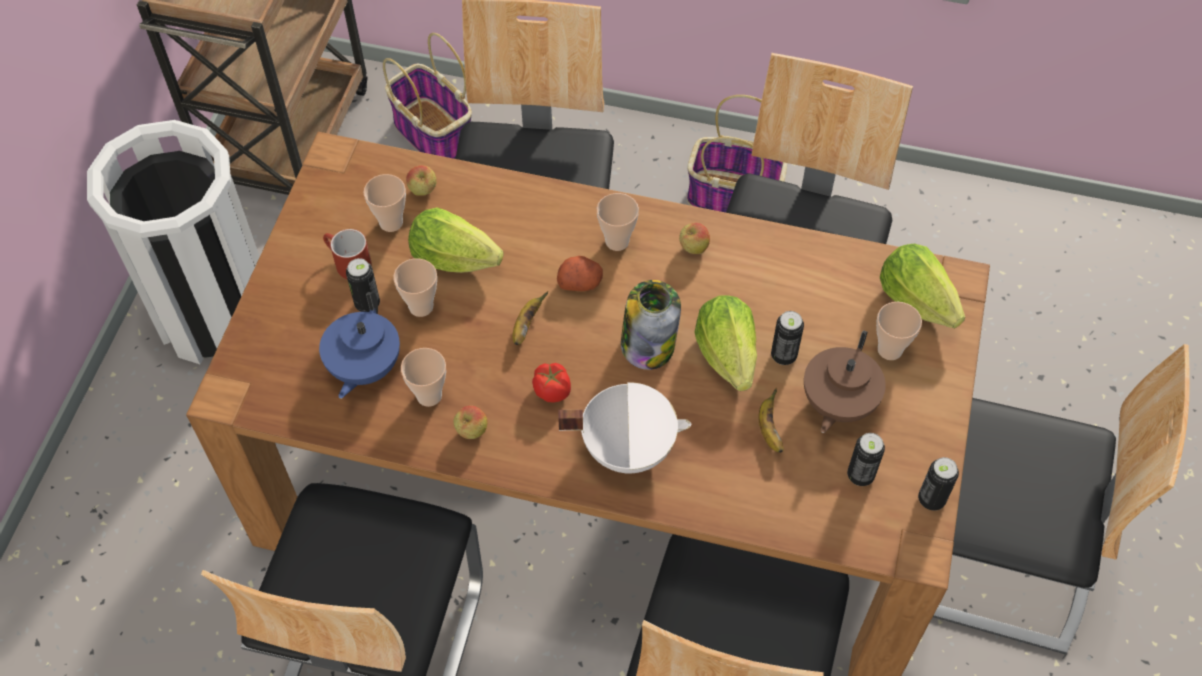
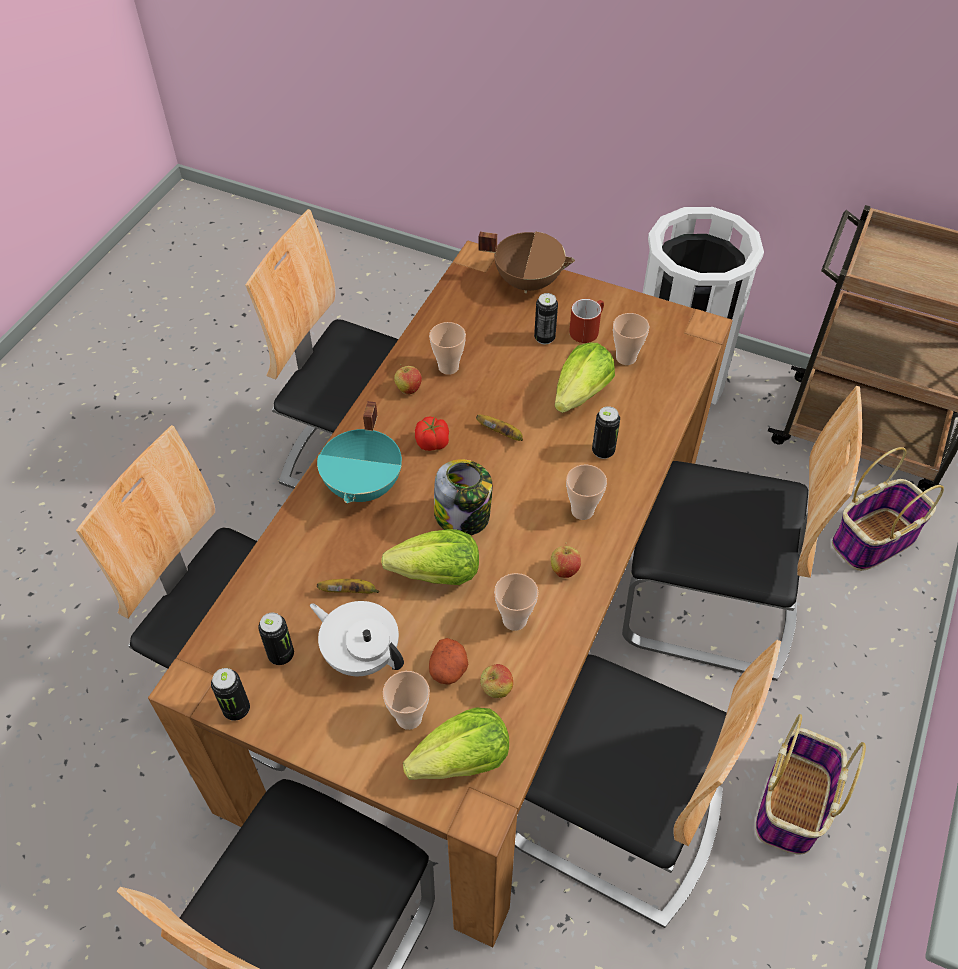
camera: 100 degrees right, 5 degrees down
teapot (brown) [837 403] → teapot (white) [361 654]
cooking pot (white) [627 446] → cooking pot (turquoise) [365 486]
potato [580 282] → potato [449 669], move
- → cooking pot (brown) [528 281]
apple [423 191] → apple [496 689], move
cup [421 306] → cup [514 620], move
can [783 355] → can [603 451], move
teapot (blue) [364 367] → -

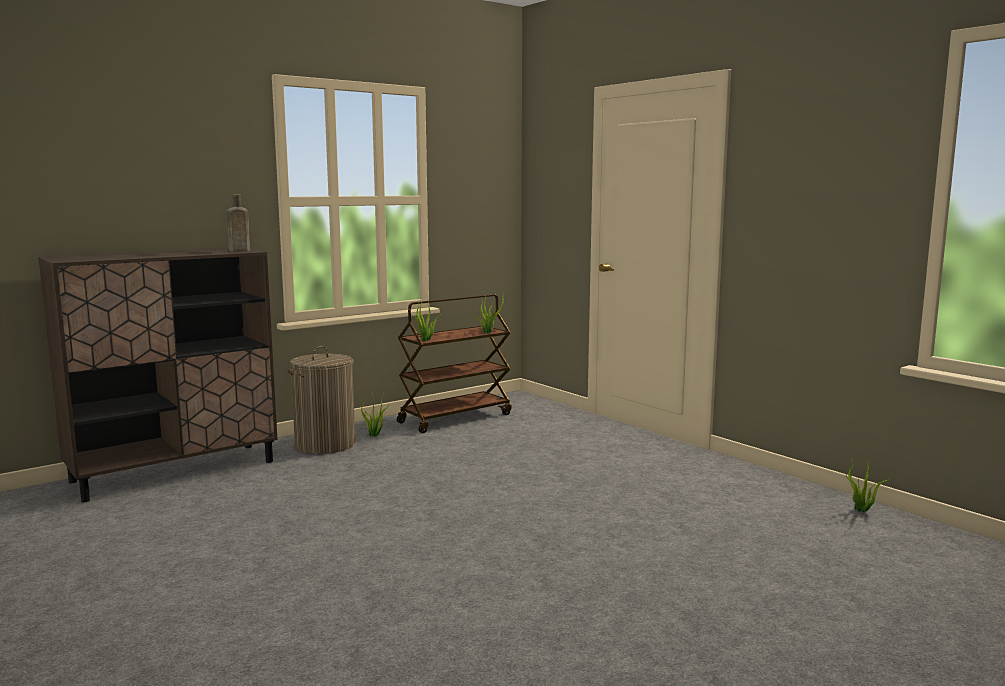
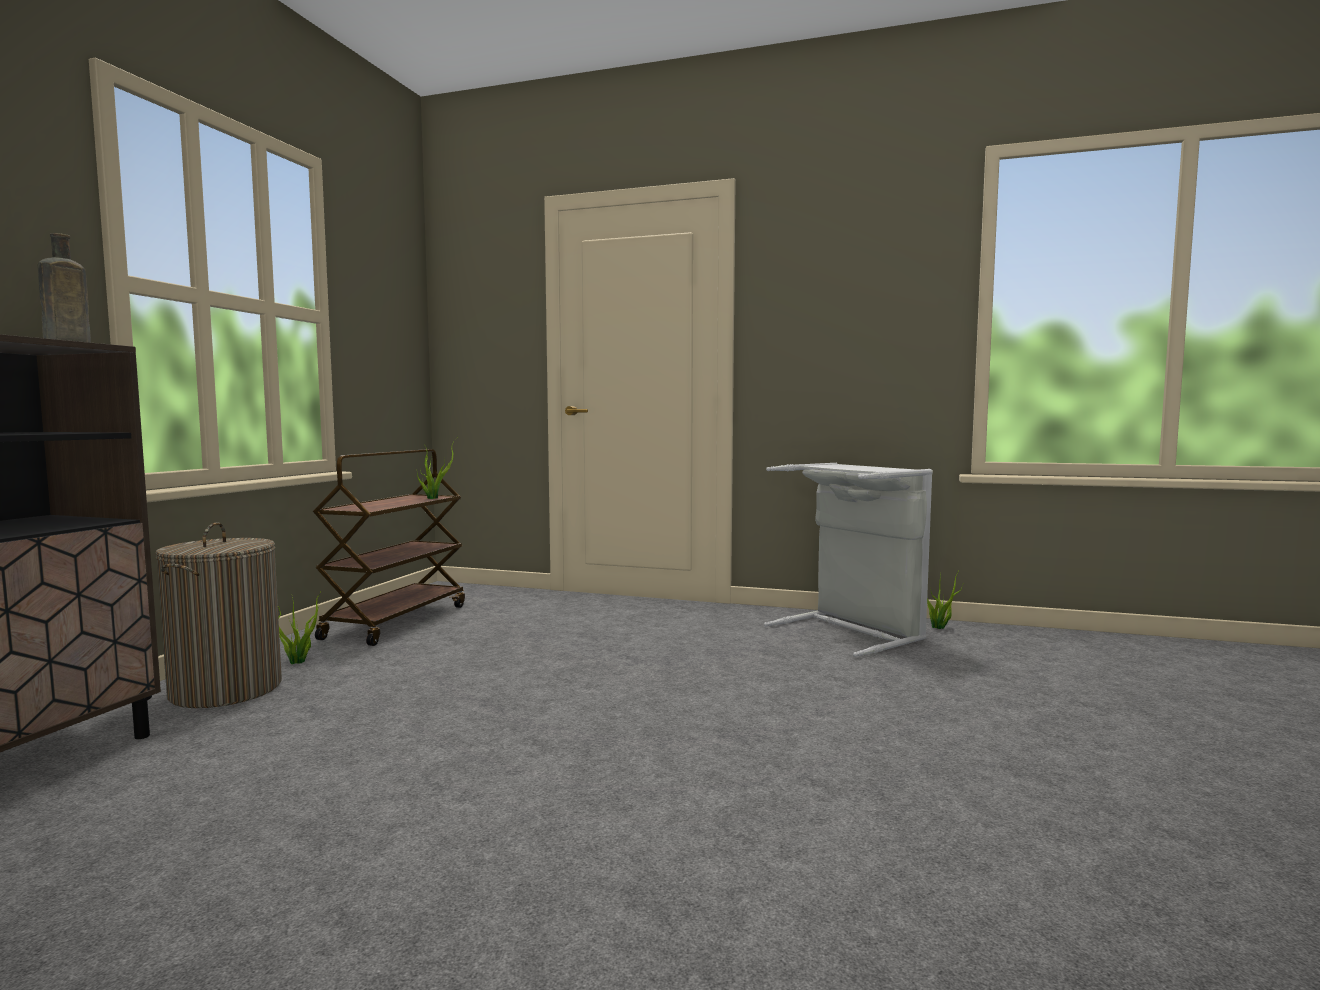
camera: 35 degrees left, 5 degrees down
- → laundry basket (grey) [853 631]
potted plant [426 340] → -

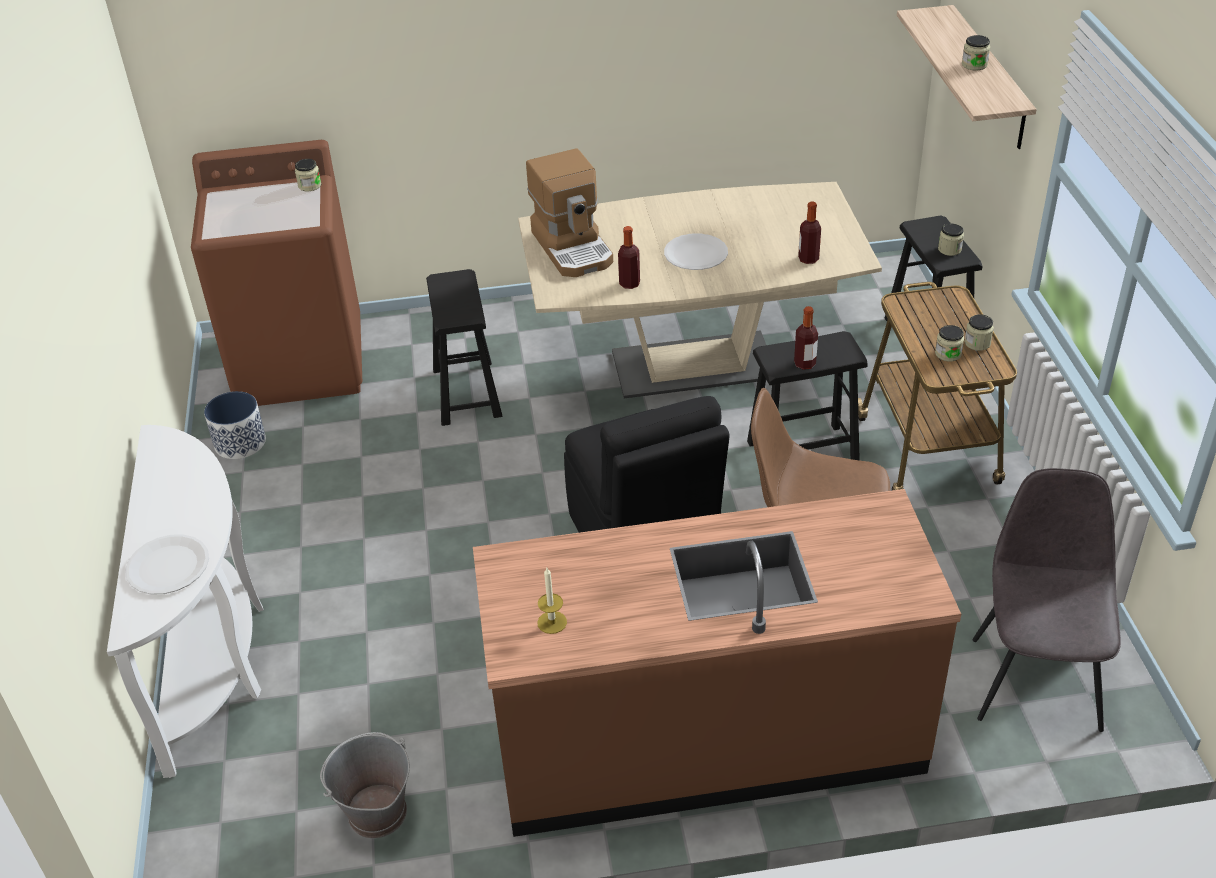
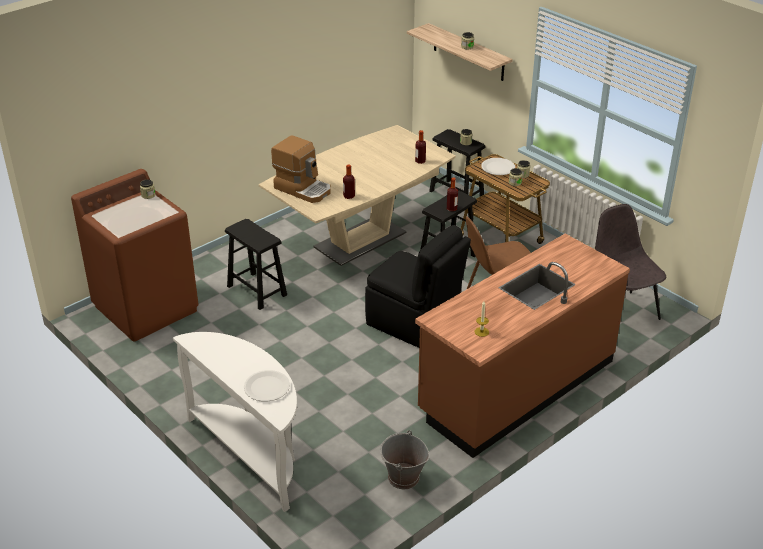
camera: 35 degrees left, 5 degrees down
plate (white) [696 254] → plate (white) [498 167], move
planter [240 443] → -

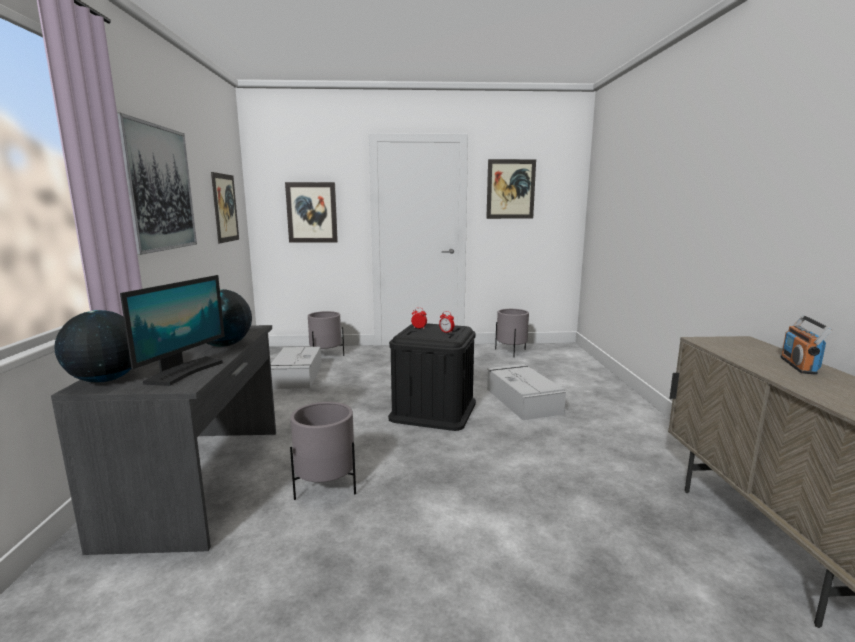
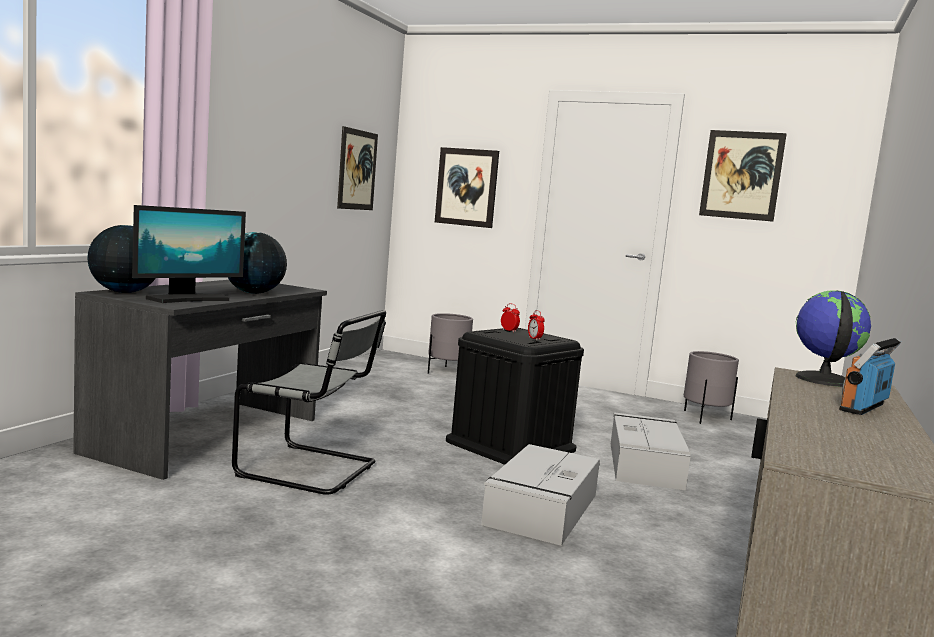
camera: 25 degrees right, 5 degrees down
planter (grey) [326 487] → chair (grey) [312 470]
storage box (grey) [296 376] → storage box (grey) [541 510], move
- → globe [822 380]
picture [158 188] → -

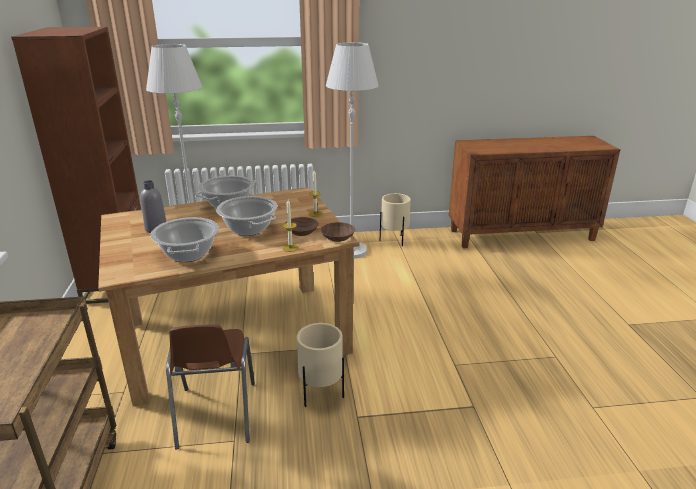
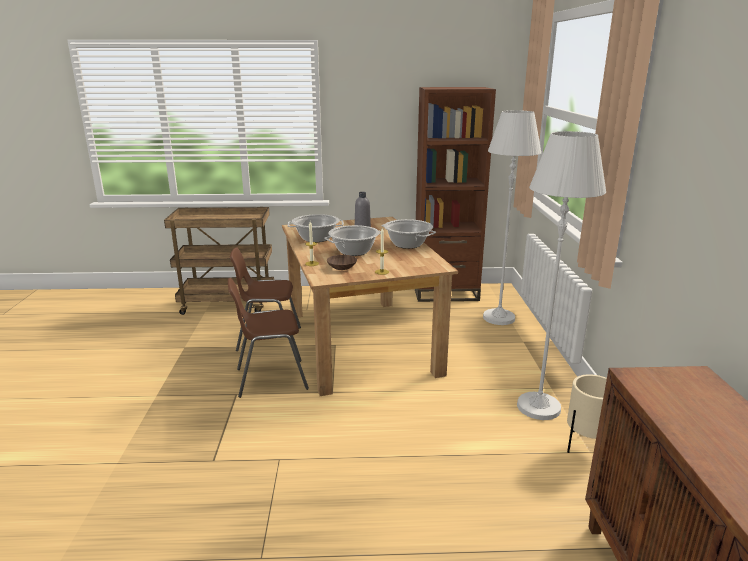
camera: 95 degrees right, 5 degrees down
planter (beige) [320 394] → chair (brown) [270 378]
bowl (brown) [338 238] → -

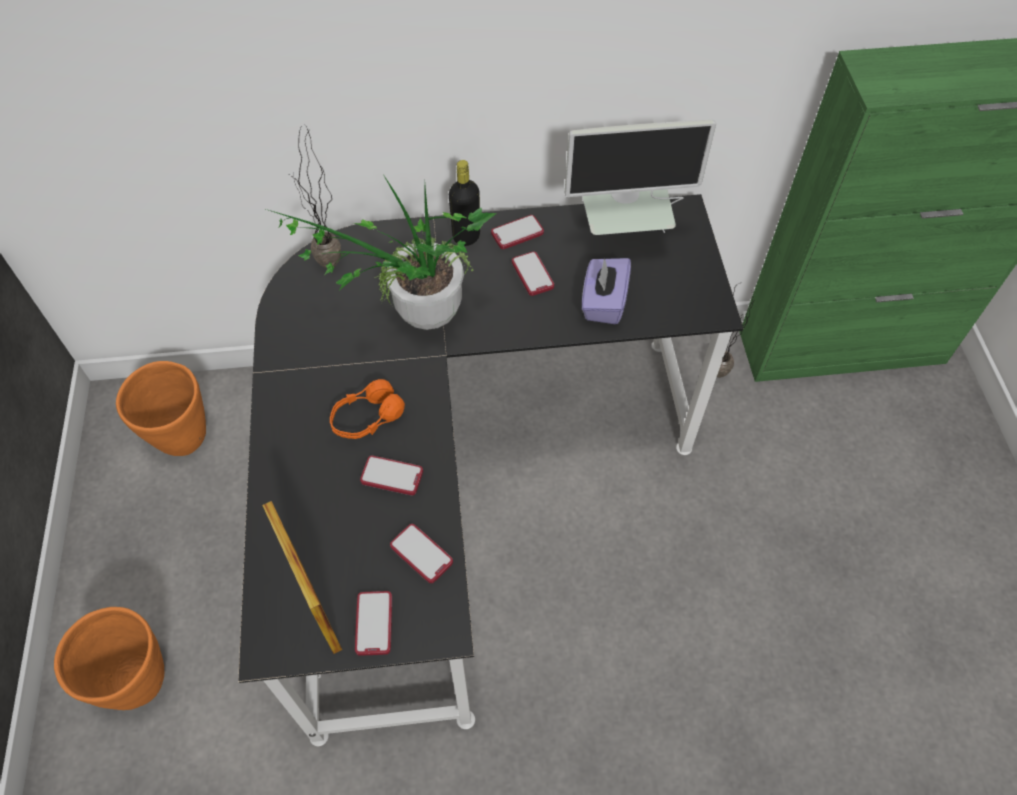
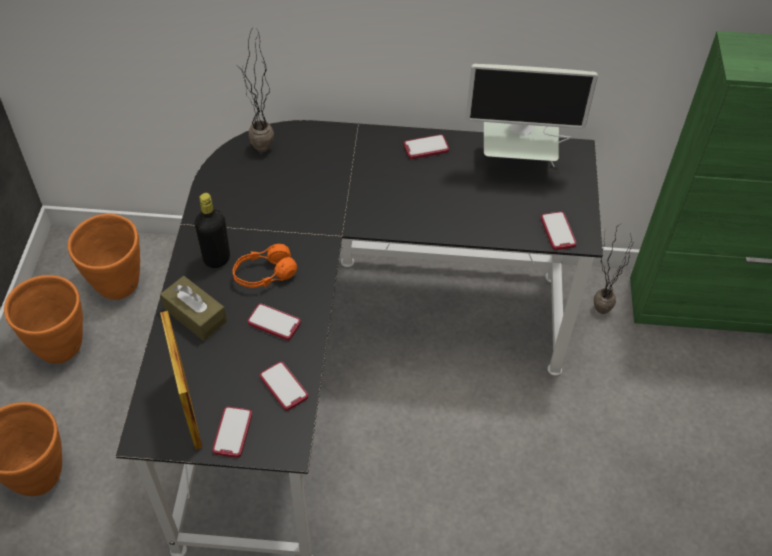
camera: 10 degrees right, 5 degrees down
- → planter (orange) [61 346]
- → tissue box (brown) [195 315]
bottle (black) [466 236] → bottle (black) [216 259], move
phone [532 274] → phone [557 232], move
potted plant [414 317] → -
tissue box (purple) [603 303] → -

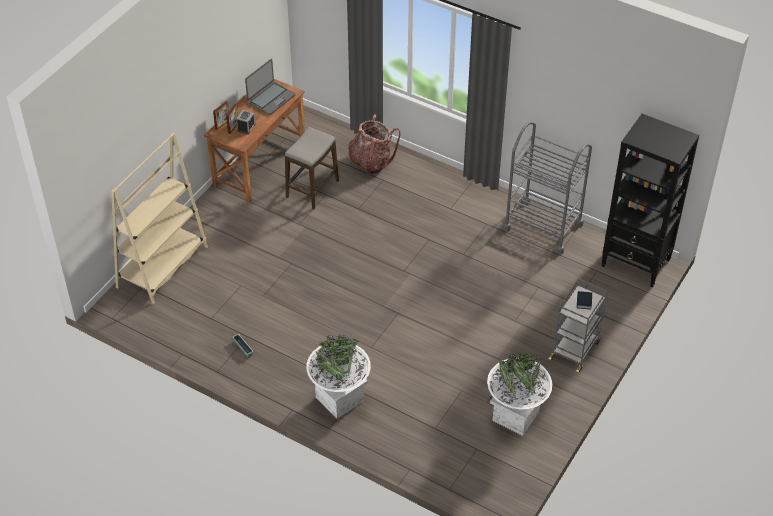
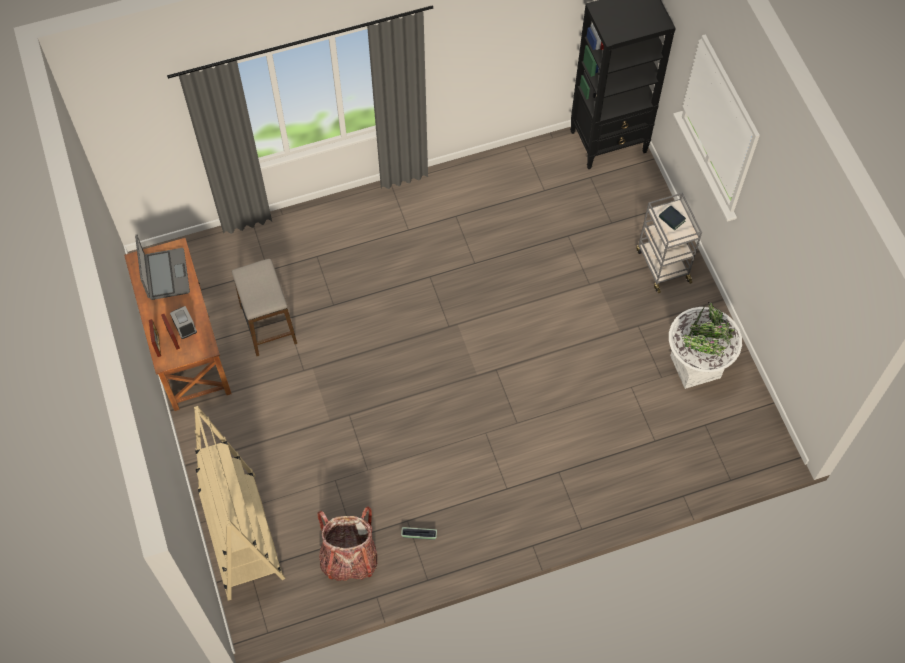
camera: 50 degrees left, 15 degrees up
backpack [371 162] → backpack [349 558], move
planter (white) [339 399] → -
cart (grey) [542 226] → -

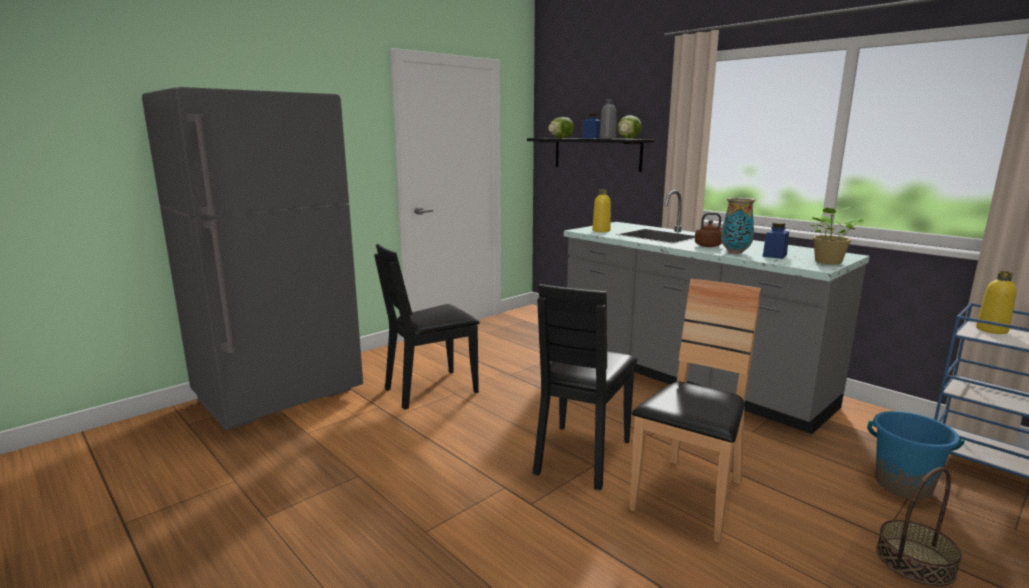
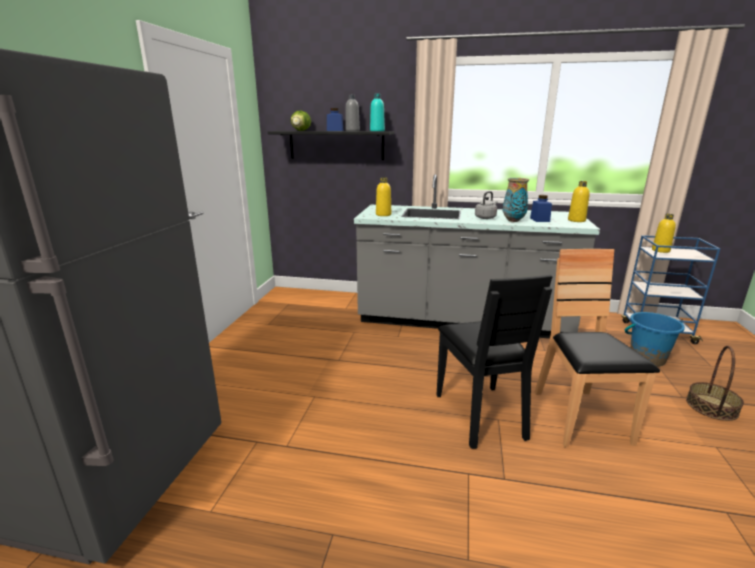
camera: 35 degrees left, 5 degrees up
lettuce [627 138] → bottle (turquoise) [377 131]
kettle (brown) [709 245] → kettle (grey) [486 217]
potted plant [827 262] → bottle (yellow) [576 220]
chair (black) [432 389] → -

